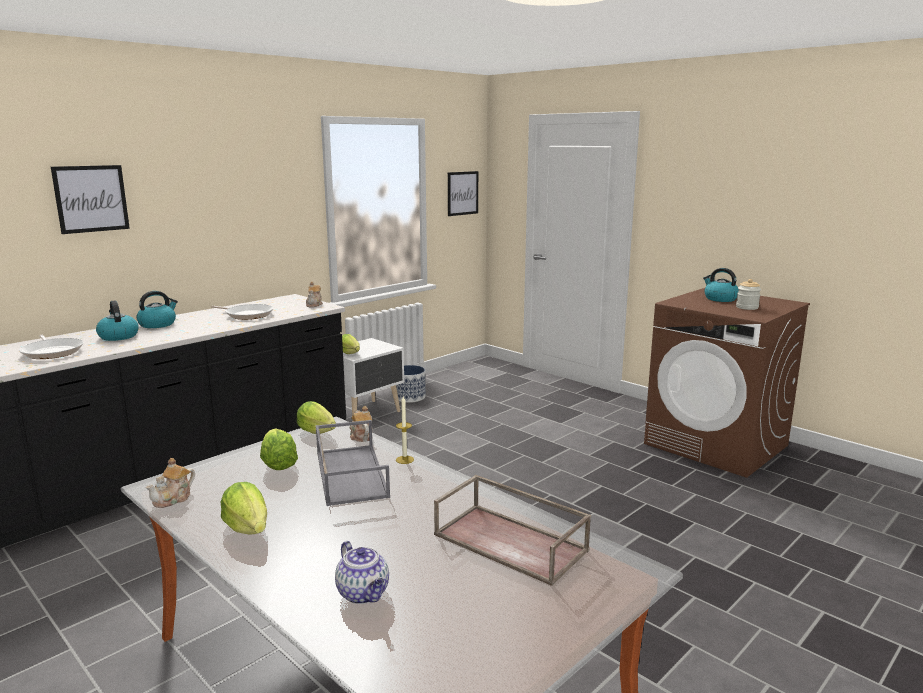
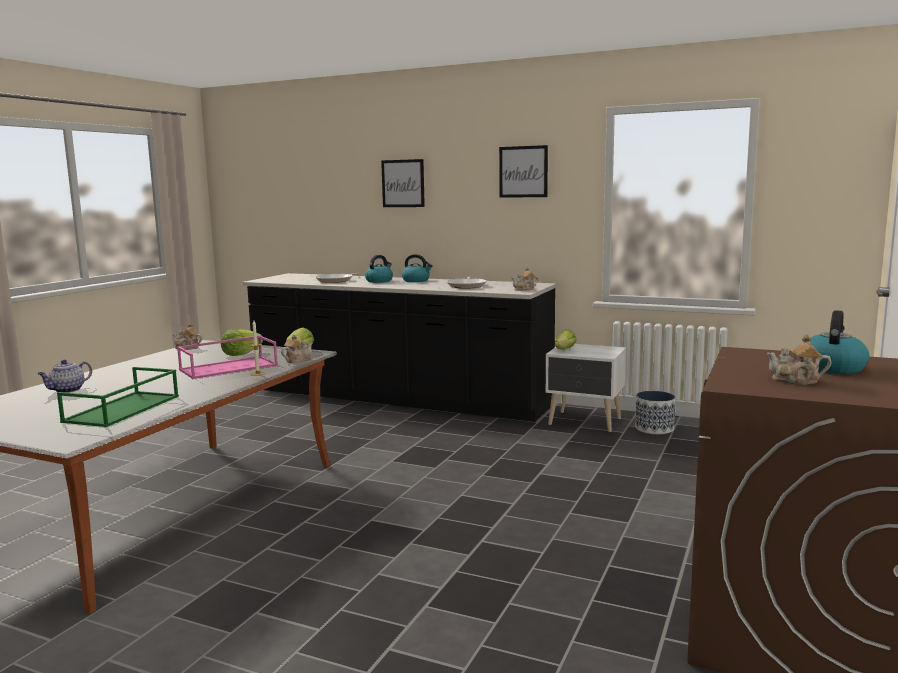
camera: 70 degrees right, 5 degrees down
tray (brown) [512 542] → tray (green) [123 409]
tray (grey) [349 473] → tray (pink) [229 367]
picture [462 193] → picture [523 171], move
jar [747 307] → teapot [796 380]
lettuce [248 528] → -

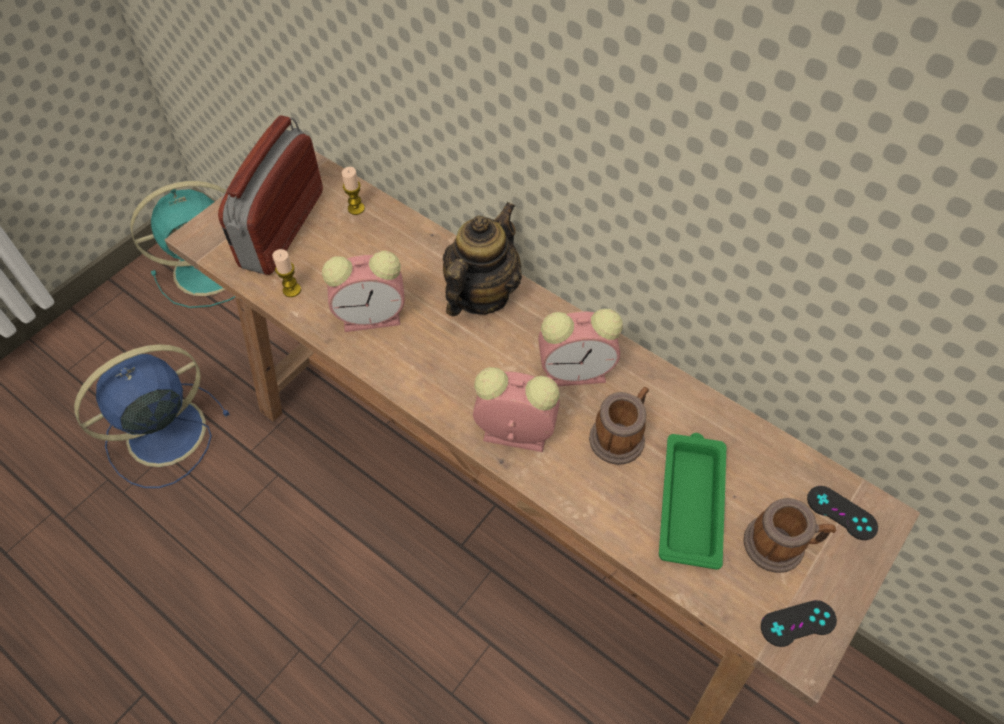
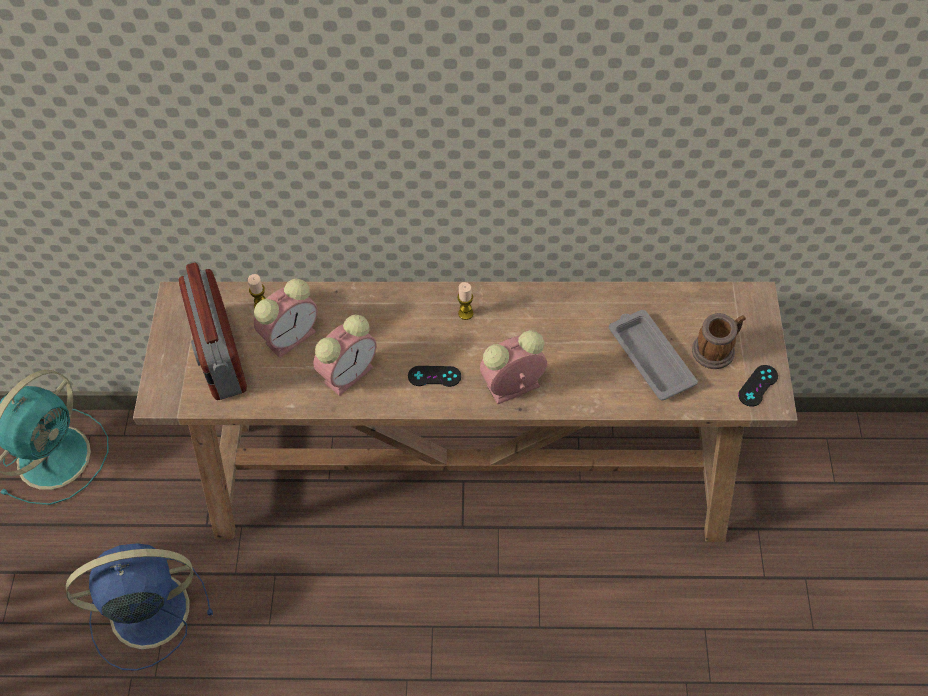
camera: 35 degrees left, 0 degrees up
fan (blue) [162 434] → fan (blue) [146 611], 60 degrees clockwise
alarm clock [577 371] → alarm clock [292 336], move
game controller (black) [841 513] → game controller (black) [434 376], move
candle [292 290] → candle [465 313], move
tray (green) [691 500] → tray (grey) [649 357]
teapot [481 294] → -
mug [620 435] → -

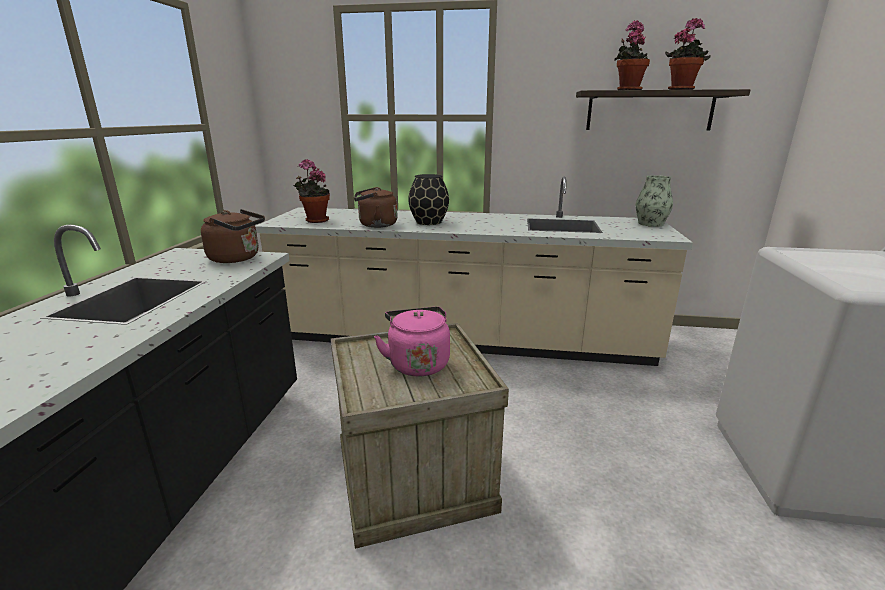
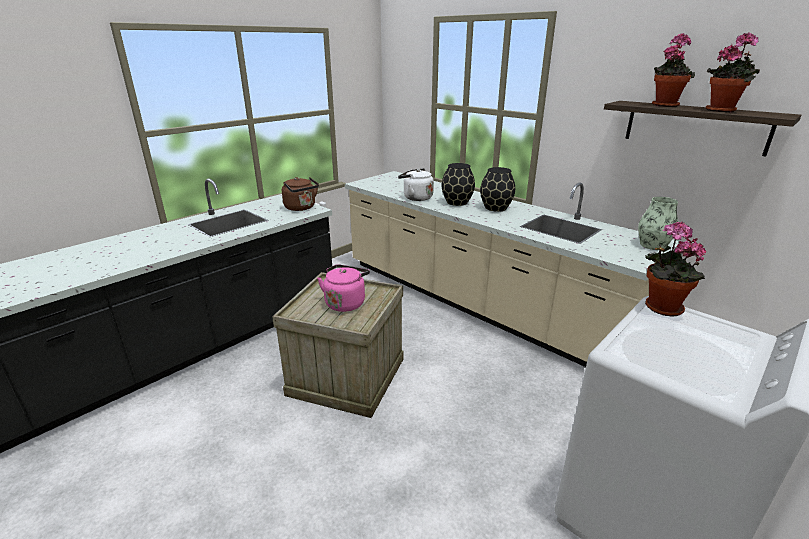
camera: 35 degrees right, 5 degrees up
kettle (brown) [375 225] → kettle (white) [416 198]
- → vase (black) [496 208]
potted plant [315 221] → potted plant [659 307], move

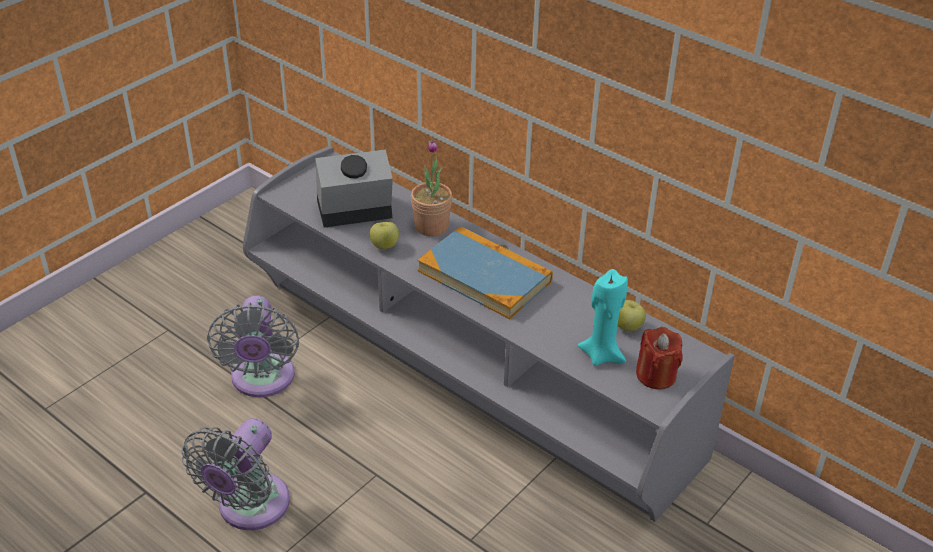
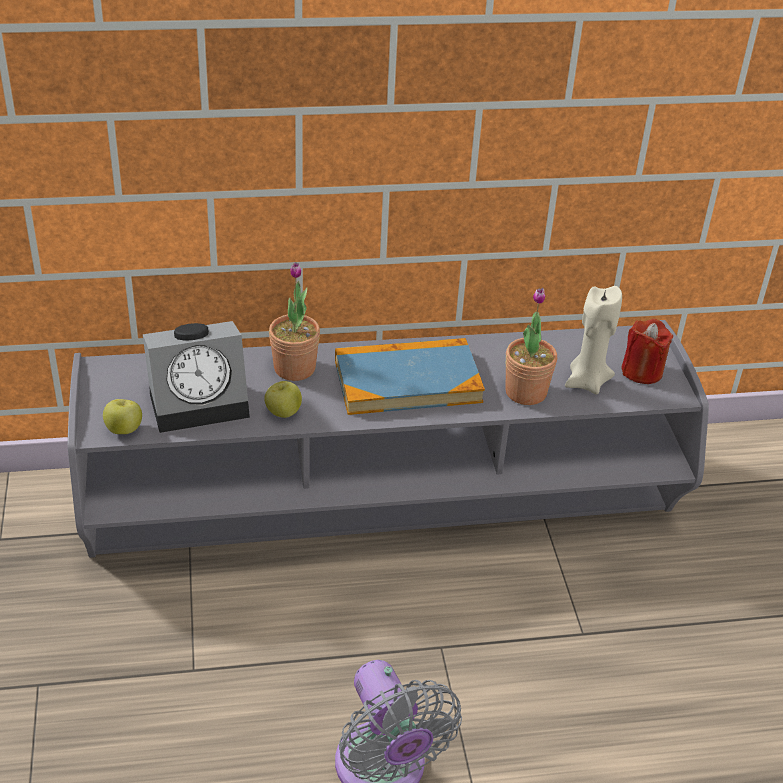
camera: 50 degrees left, 0 degrees up
apple [627 327] → apple [124 430], move
alarm clock [352 212] → alarm clock [201 402], 135 degrees counterclockwise
- → potted plant [526 392]
candle (turquoise) [602 355] → candle (beige) [586 382]
fan (grey) [262 380] → -

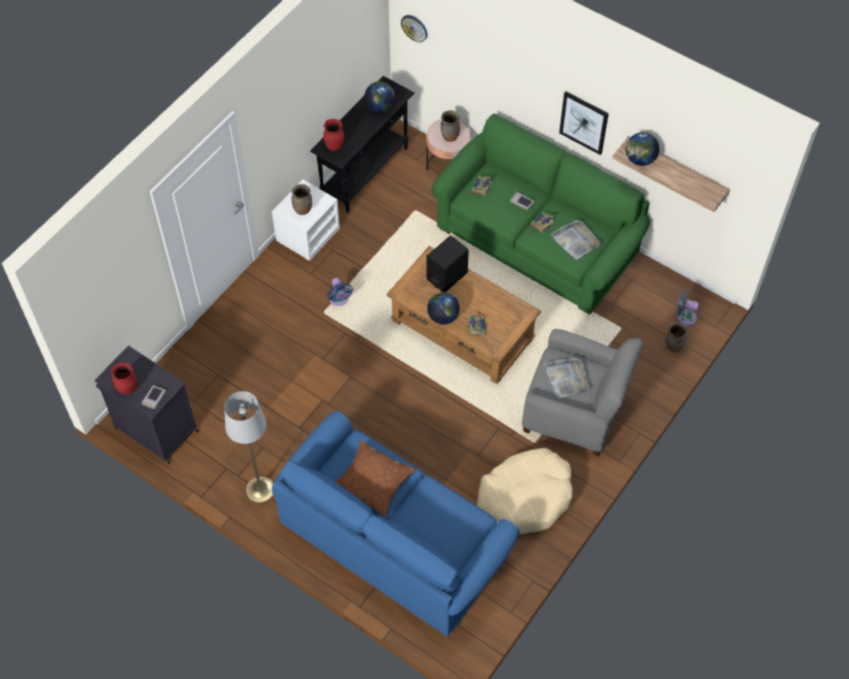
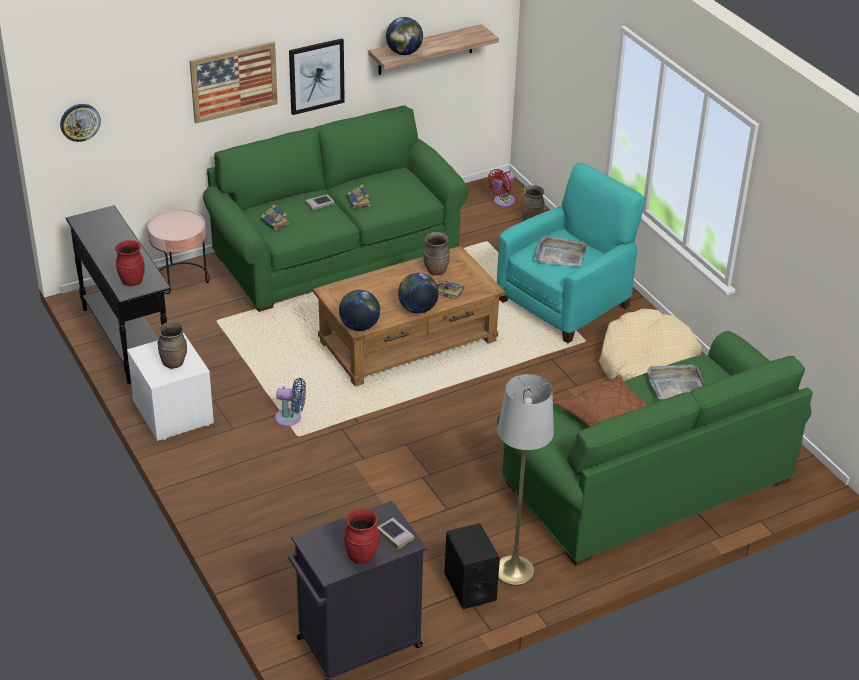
camera: 65 degrees left, 20 degrees down
- → picture [234 81]
globe [380 107] → globe [359 326], move
vase (brown) [449 136] → vase (brown) [436 271], move
speaker (black) [447 276] → speaker (black) [470 587], move
fan (blue) [684 317] → fan (red) [502 202]
armchair (grey) [575 411] → armchair (turquoise) [565 303]
sofa (blue) [394 539] → sofa (green) [647 481]
tray (grey) [576 240] → tray (grey) [675 384], move

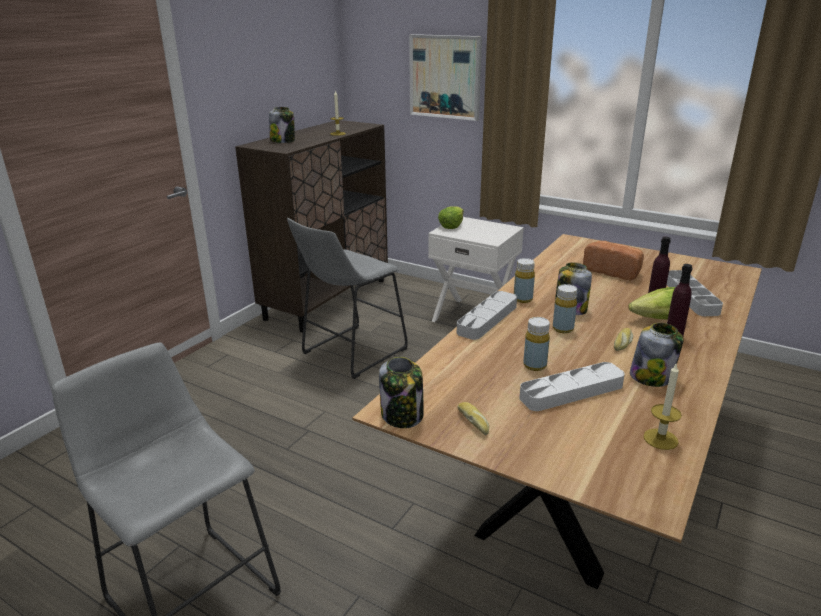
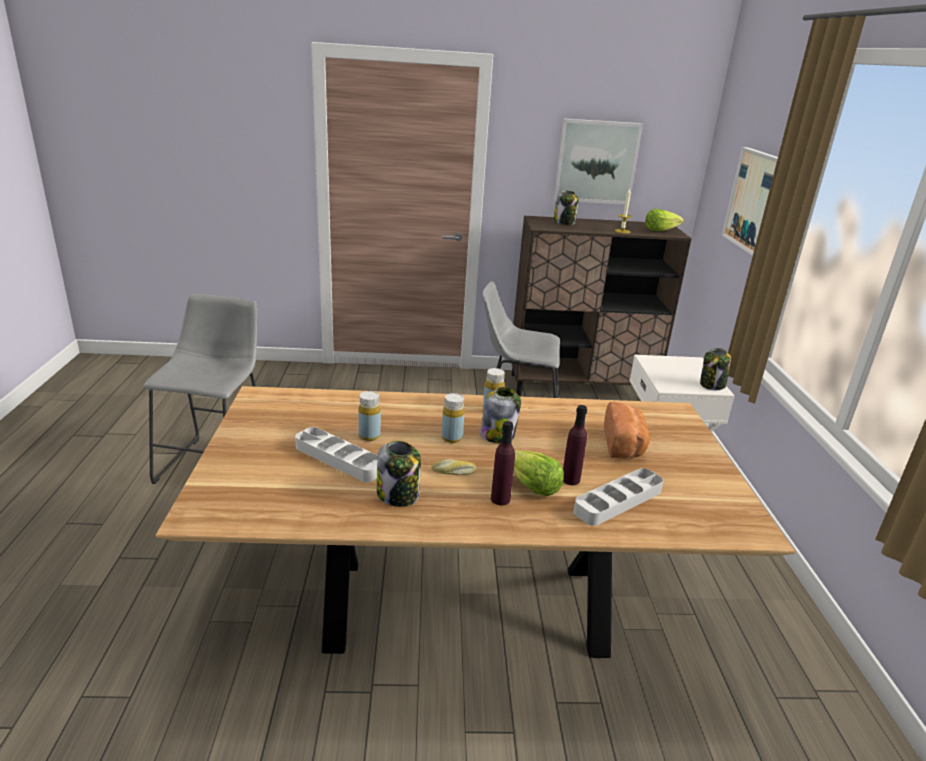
camera: 55 degrees right, 0 degrees up
- → picture [596 162]
lettuce [451 226] → lettuce [660 230], move
jar [402 415] → jar [712 385], move
tray (grey) [487 319] → -
bread [474 422] → -
candle [660 439] → -

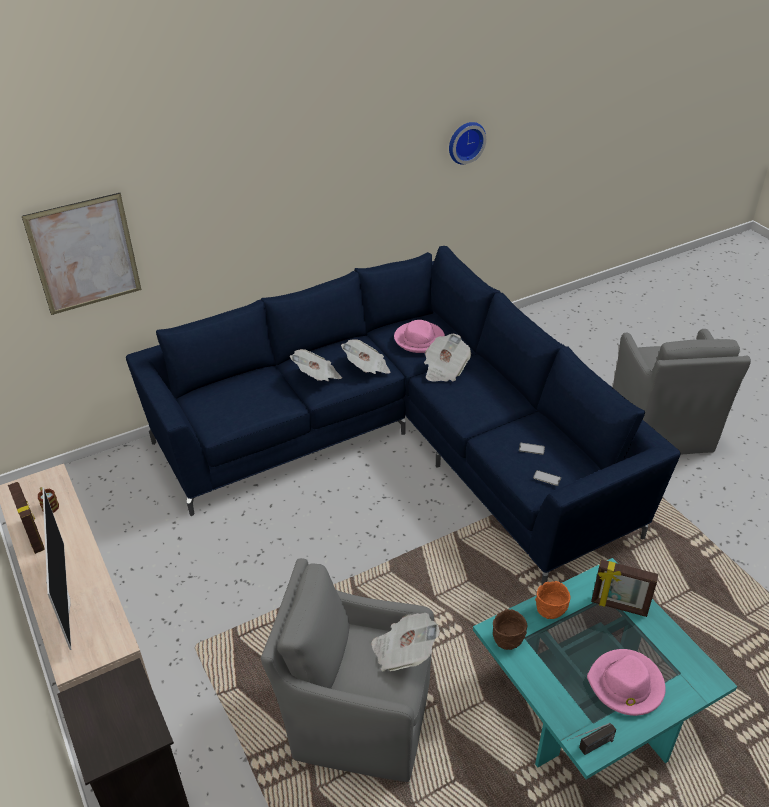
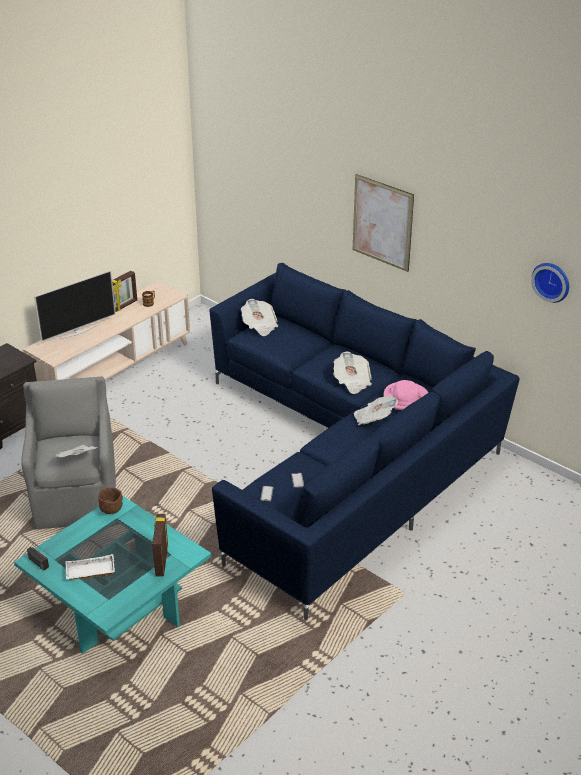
camera: 70 degrees right, 5 degrees down
hat (pink) [626 685] → tray (white) [90 572]
newspaper [317 376] → newspaper [259 326], move
picture [84 254] → picture [382 223], move
bowl (orange) [551 612] → -
armchair (grey) [661 430] → -

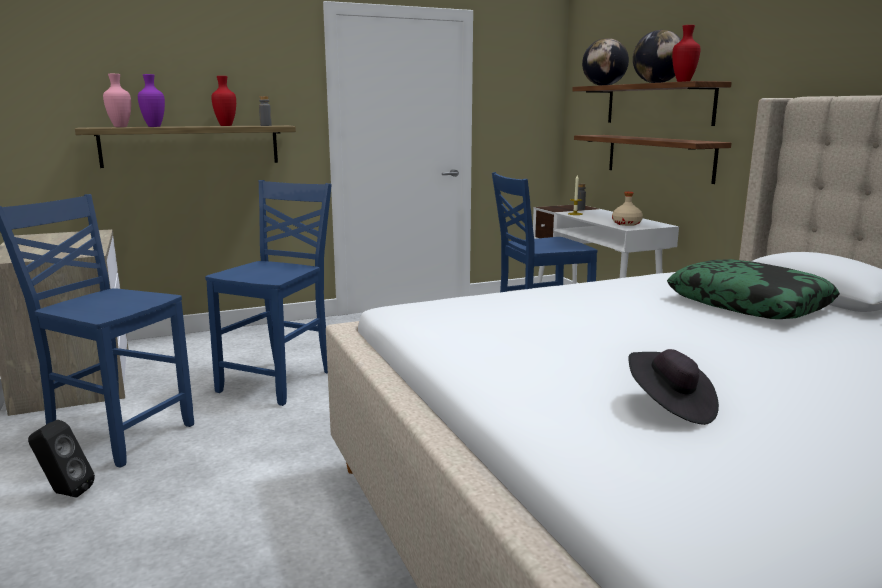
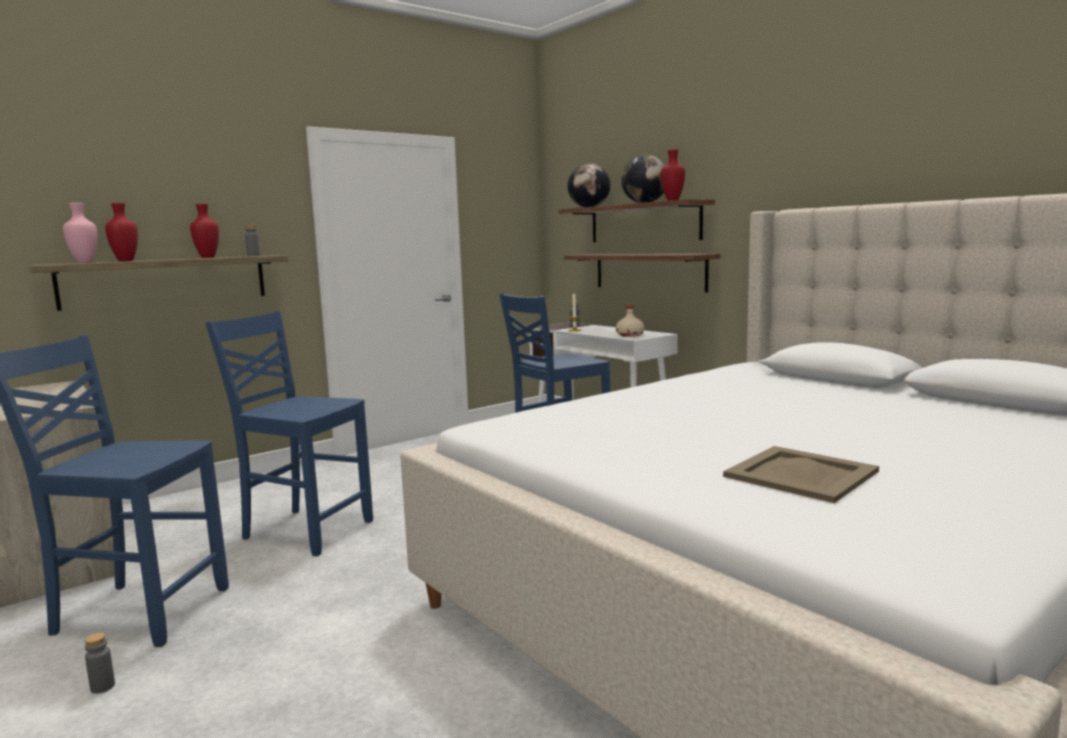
camera: 15 degrees left, 5 degrees down
speaker (black) [64 493] → bottle (grey) [102 687]
vase (purple) [154 126] → vase (red) [125 261]
chair (blue) [279 381] → chair (blue) [305 530], 75 degrees counterclockwise
hat (black) [670 407] → tray (beige) [801 474]
pillow [748 304] → -

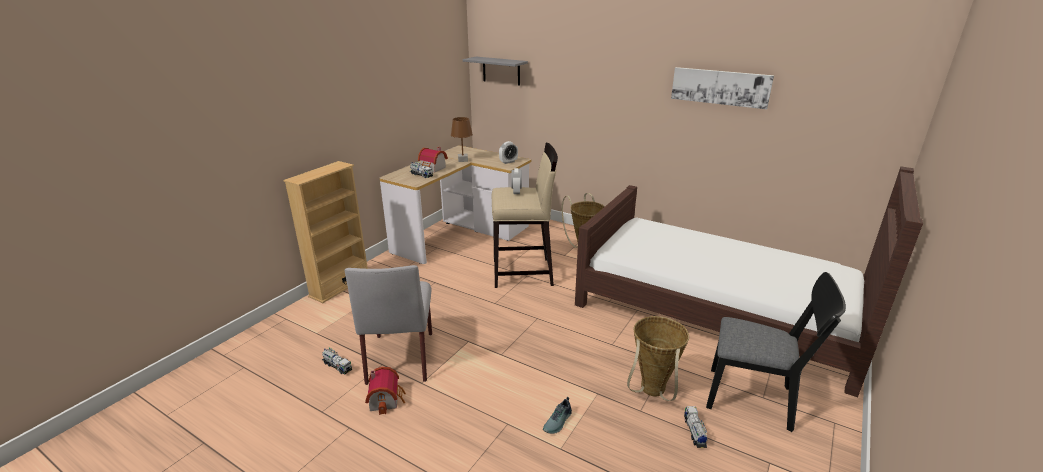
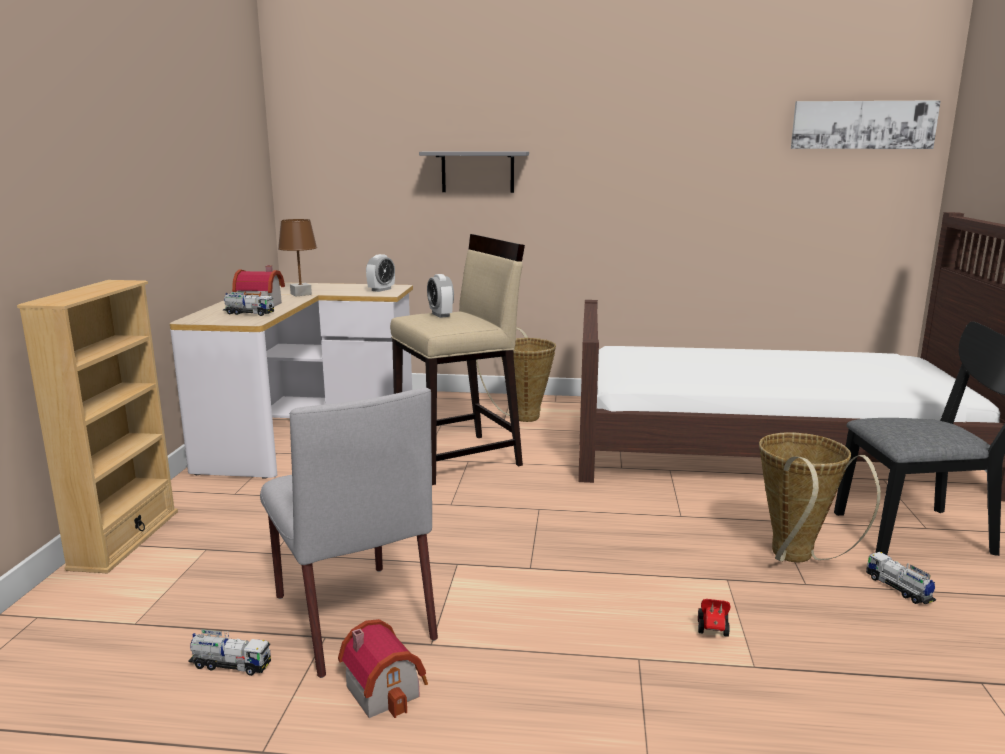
camera: 25 degrees left, 10 degrees down
shelf (grey) [501 71] → shelf (grey) [477 172], move
shoe [558 422] → toy car [713 632]
picture [720 87] → picture [863 125], move

